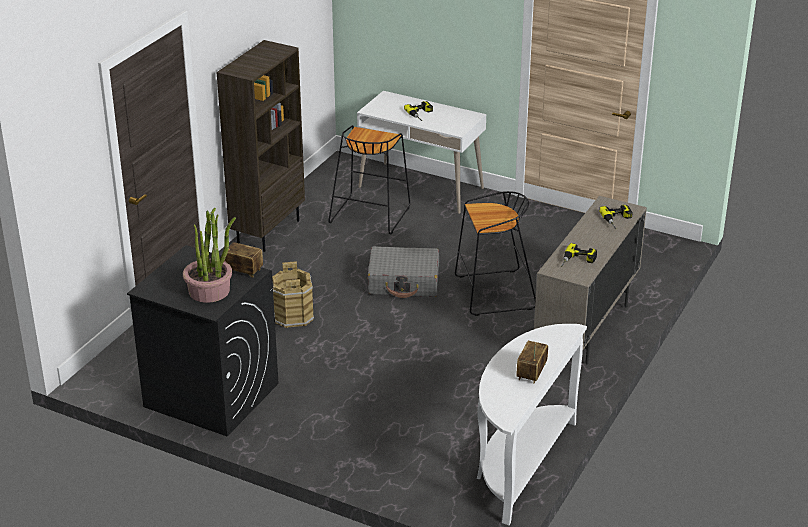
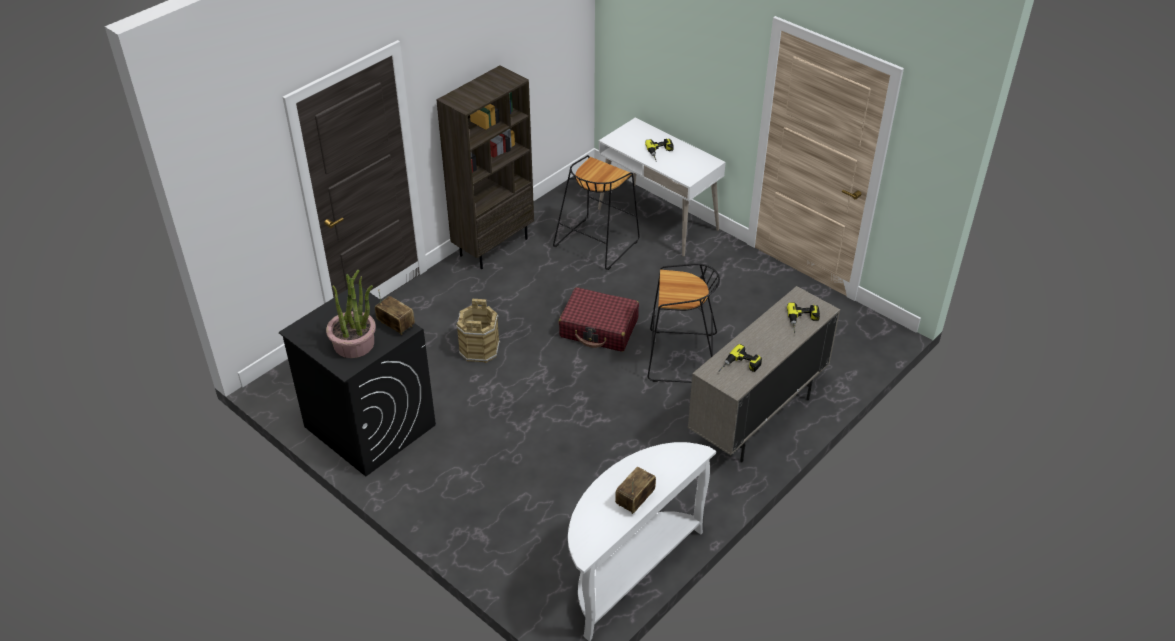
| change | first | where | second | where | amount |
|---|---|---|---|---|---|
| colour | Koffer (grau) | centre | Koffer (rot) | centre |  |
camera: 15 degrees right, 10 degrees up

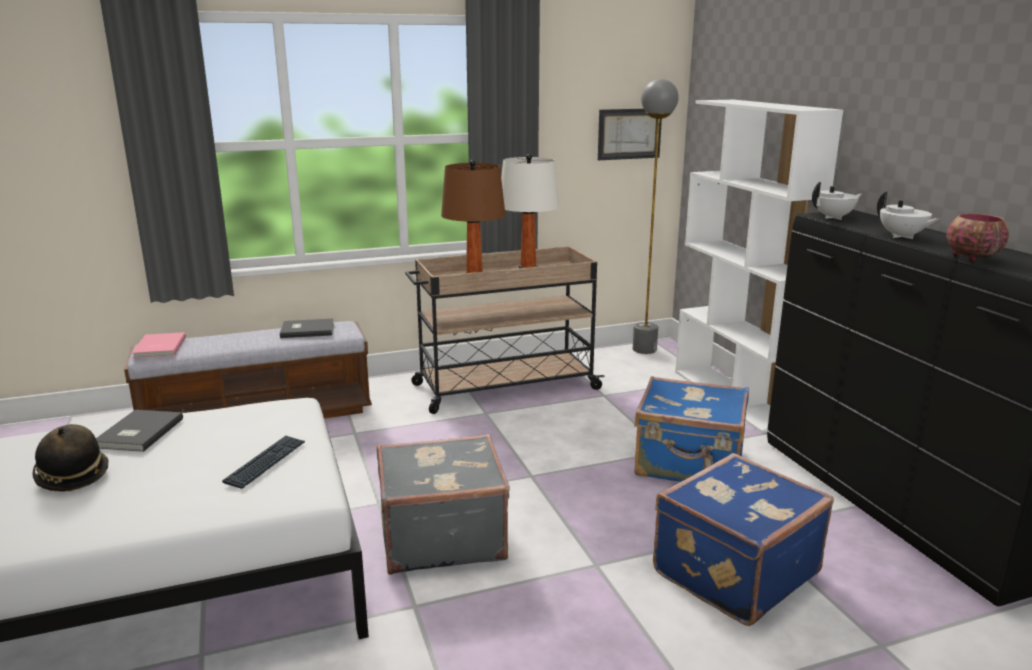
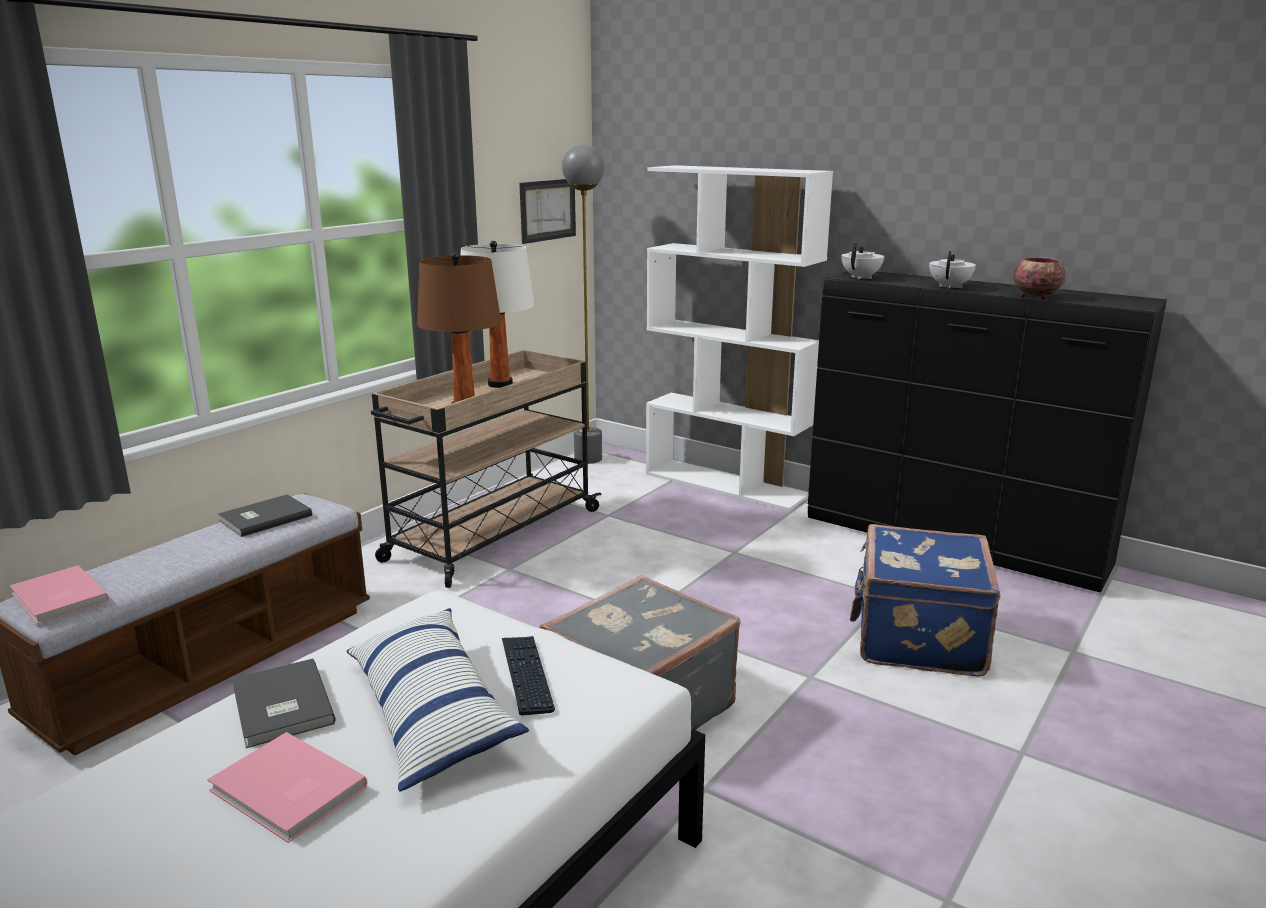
| change | first | where | second | where | amount |
|---|---|---|---|---|---|
| exchanged | Hut | bottom left | Buch (rosa) (no. 2 from left) | bottom left |  |
| appeared |  |  | Kissen | bottom centre |  |
| spun | Teekanne (weiß) (no. 2 from left) | top right |  | top right | 90 degrees counterclockwise |
| missing | Koffer (blau) (no. 1 from left) | middle right |  |  |  |
camera: 35 degrees left, 0 degrees up

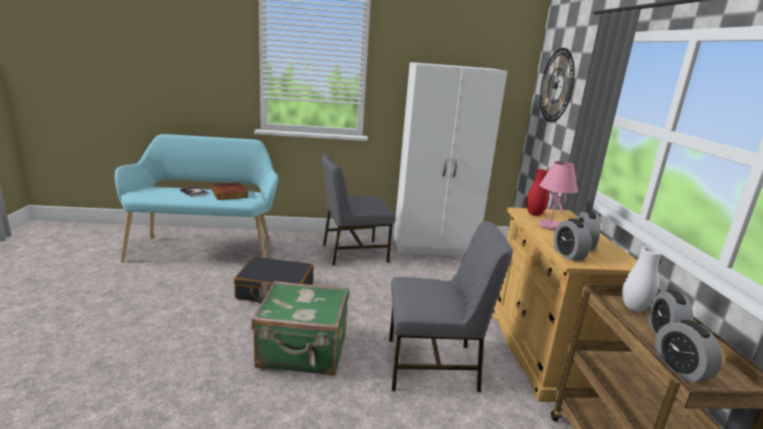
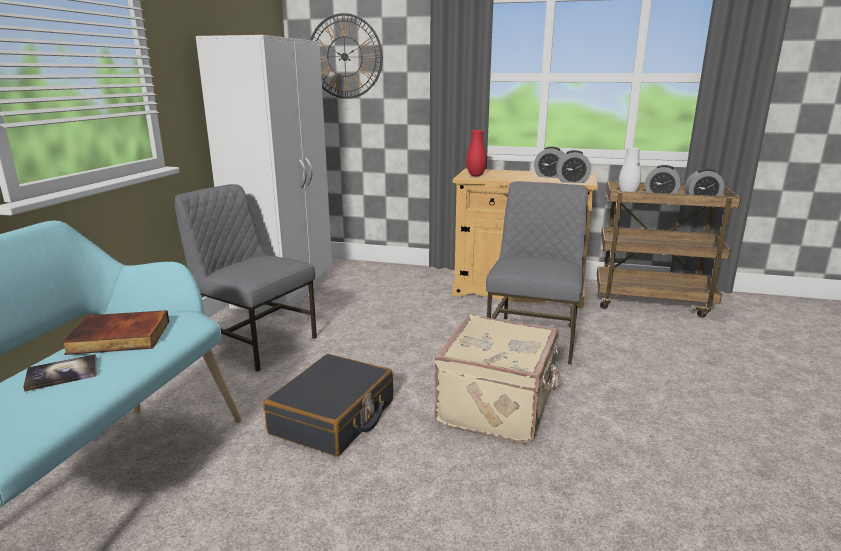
| change | first | where | second | where | amount |
|---|---|---|---|---|---|
| spun | Stuhl (grau) (no. 1 from left) | centre |  | middle left | 120 degrees clockwise |
| colour | Koffer (grün) | bottom centre | Koffer (beige) | bottom centre |  |
| missing | Tischlampe (rosa) | middle right |  |  |  |
camera: 70 degrees left, 0 degrees up

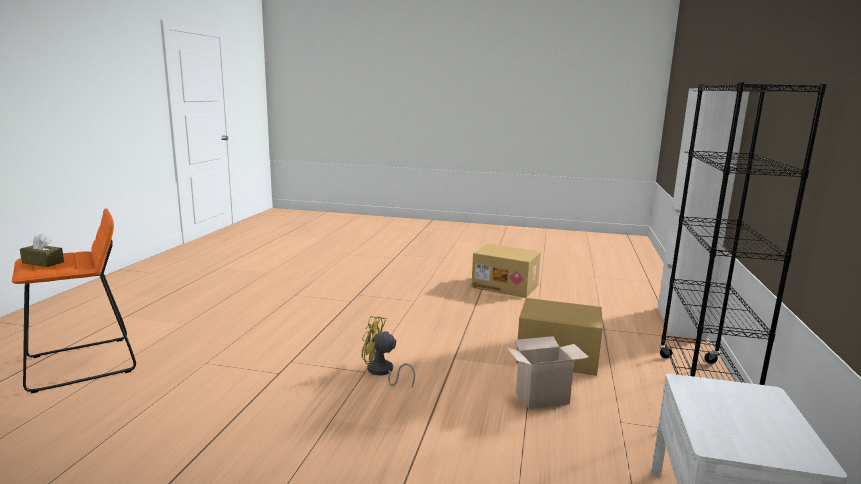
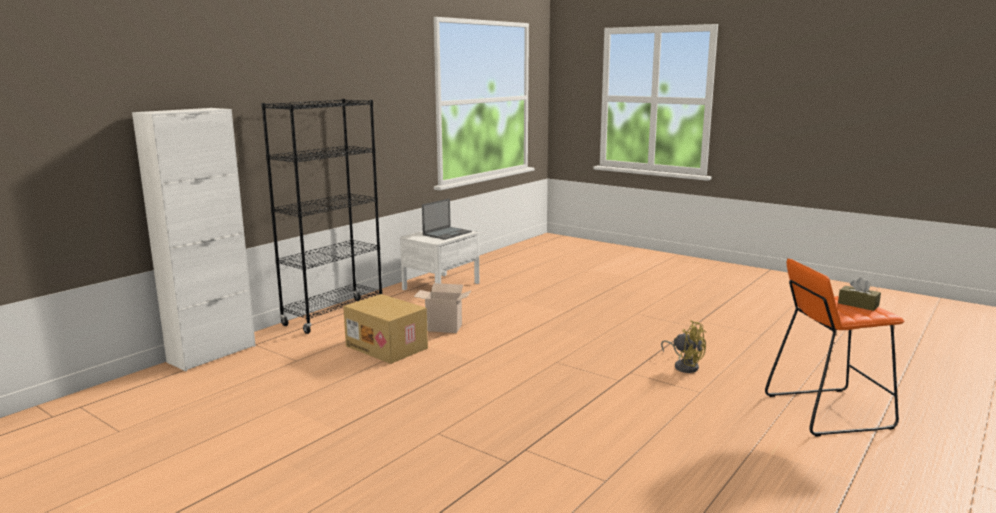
| change | first | where | second | where | amount |
|---|---|---|---|---|---|
| appeared |  |  | Laptop | centre |  |
| relocated | Ventilator (gelb) | bottom centre |  | bottom right |  |
| missing | Karton (no. 1 from left) | centre |  |  |  |
camera: 155 degrees left, 0 degrees up

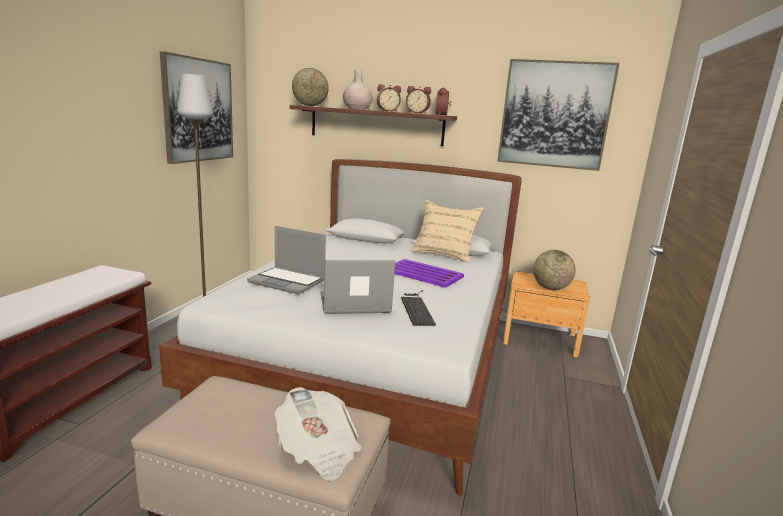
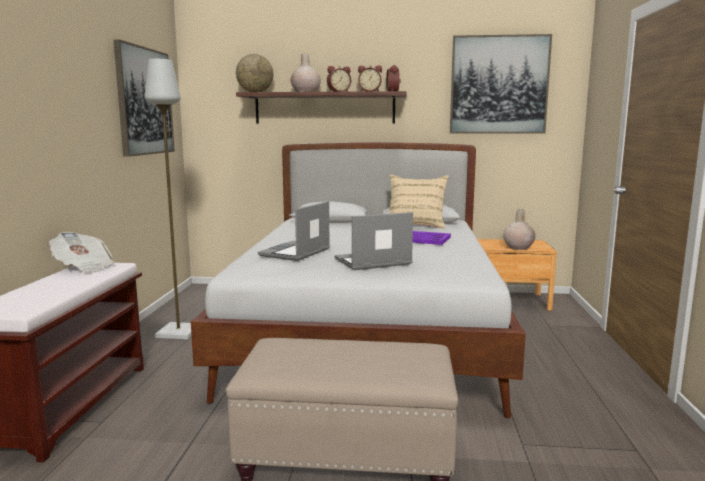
| change | first | where | second | where | amount |
|---|---|---|---|---|---|
| relocated | Zeitung | bottom centre |  | middle left |  |
| spun | Laptop (no. 1 from left) | centre |  | centre | 105 degrees clockwise |
| exchanged | Globus (no. 2 from left) | middle right | Vase (beige) (no. 2 from left) | middle right |  |
| missing | Tastatur | centre |  |  |  |
camera: 10 degrees left, 5 degrees down

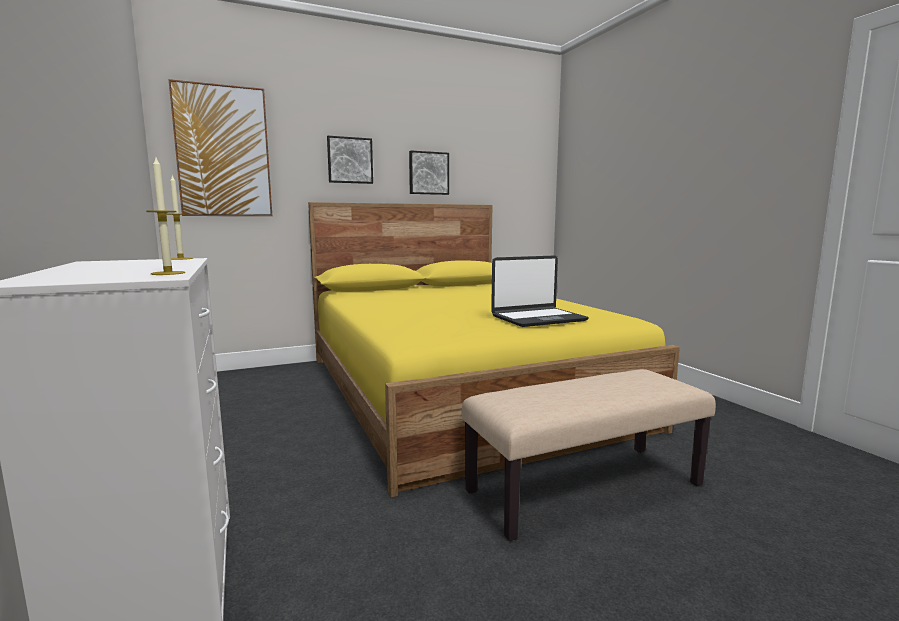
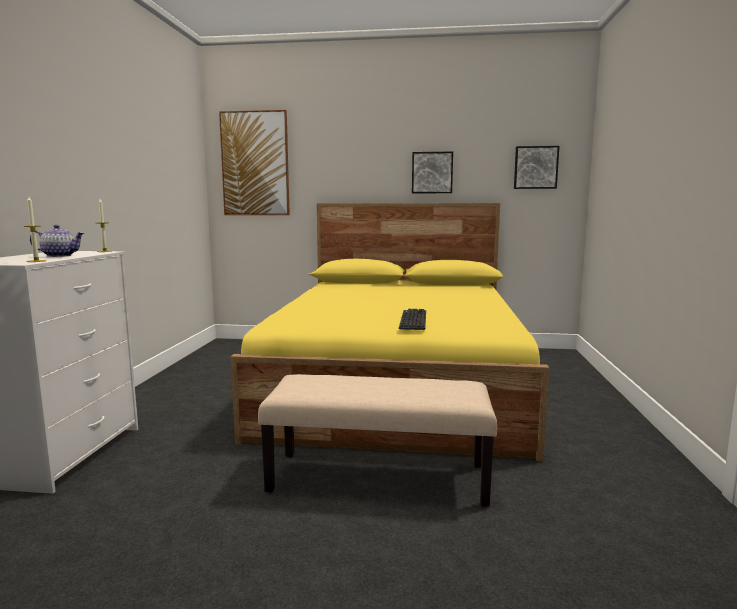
| change | first | where | second | where | amount |
|---|---|---|---|---|---|
| appeared |  |  | Teekanne | middle left |  |
| exchanged | Laptop | centre | Tastatur | centre |  |
| relocated | Bild (no. 2 from left in the first image) | top centre | Bild (no. 3 from left) | top right |  |
camera: 30 degrees right, 0 degrees up

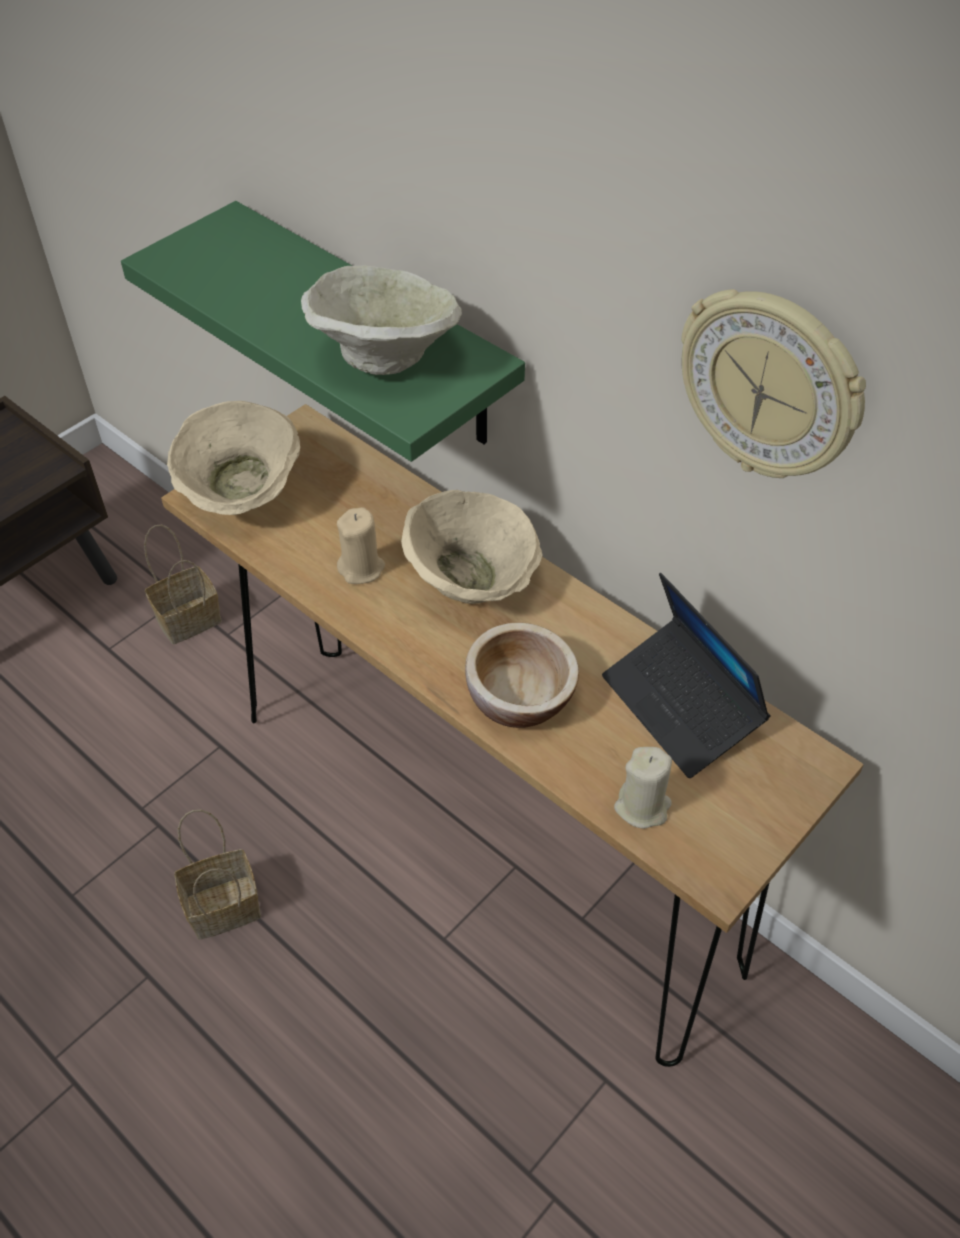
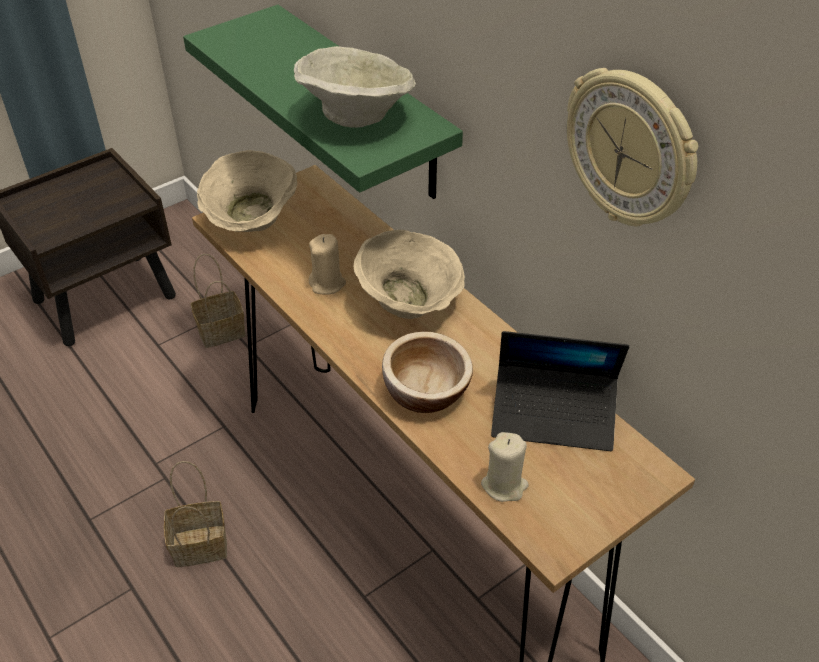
| change | first | where | second | where | amount |
|---|---|---|---|---|---|
| spun | Laptop | middle right |  | middle right | 60 degrees counterclockwise |
camera: 10 degrees right, 5 degrees down

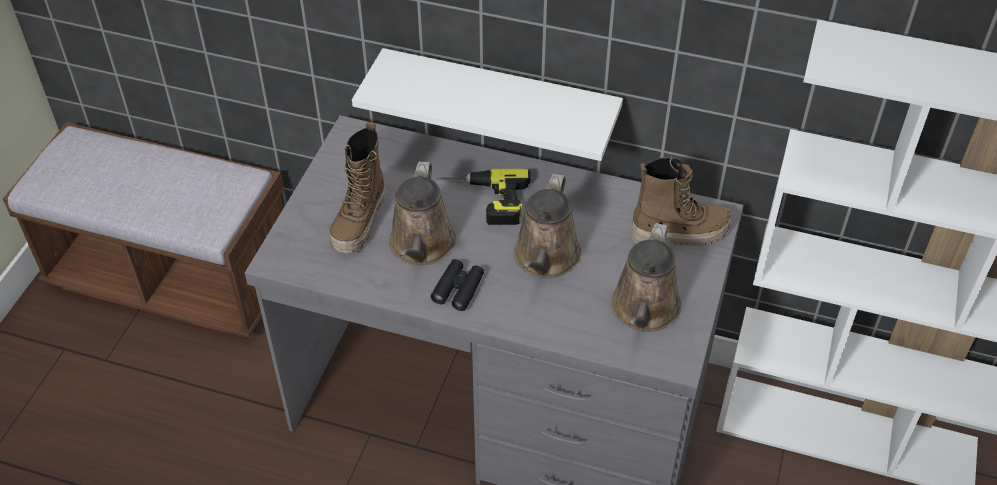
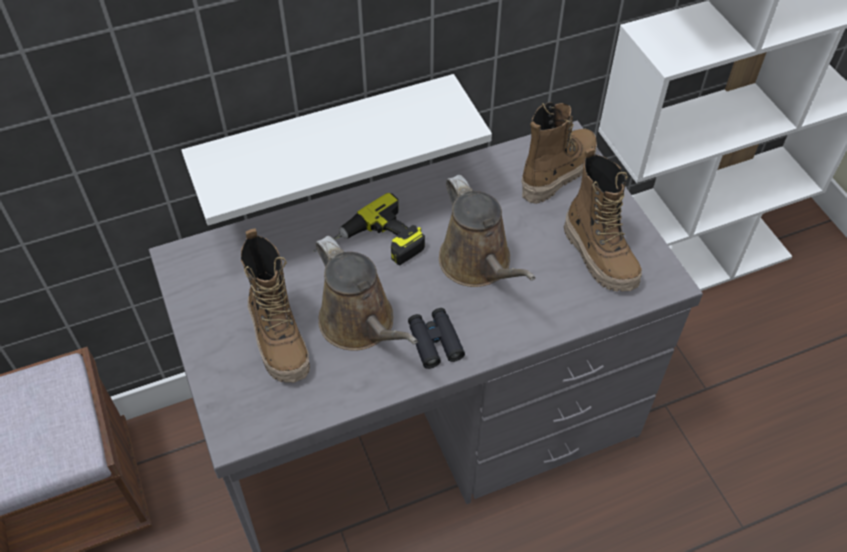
| change | first | where | second | where | amount |
|---|---|---|---|---|---|
| exchanged | Gießkanne (braun) (no. 3 from left) | centre | Stiefel (no. 3 from left) | middle right |  |
camera: 40 degrees left, 5 degrees up

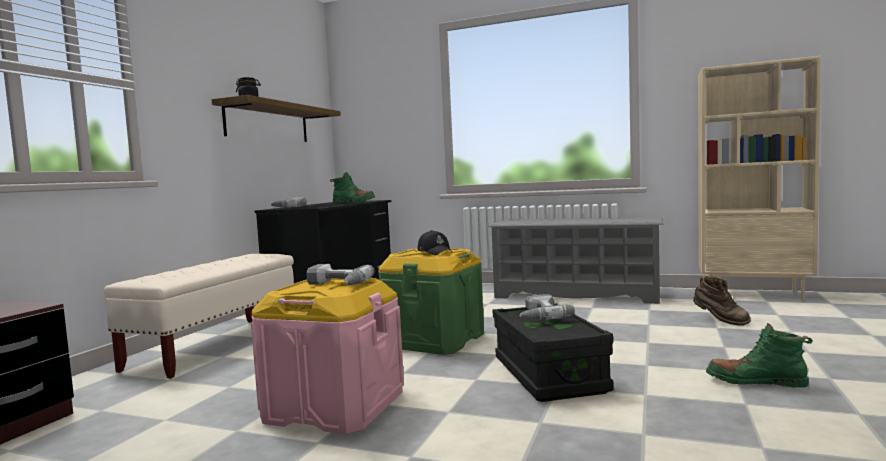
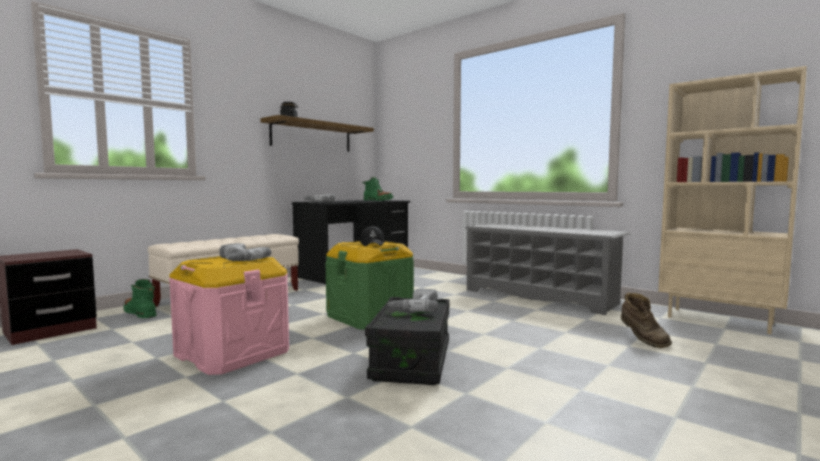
| change | first | where | second | where | amount |
|---|---|---|---|---|---|
| relocated | Stiefel (grün) (no. 2 from left in the first image) | bottom right | Stiefel (grün) (no. 1 from left) | middle left |  |
camera: 20 degrees right, 0 degrees up

